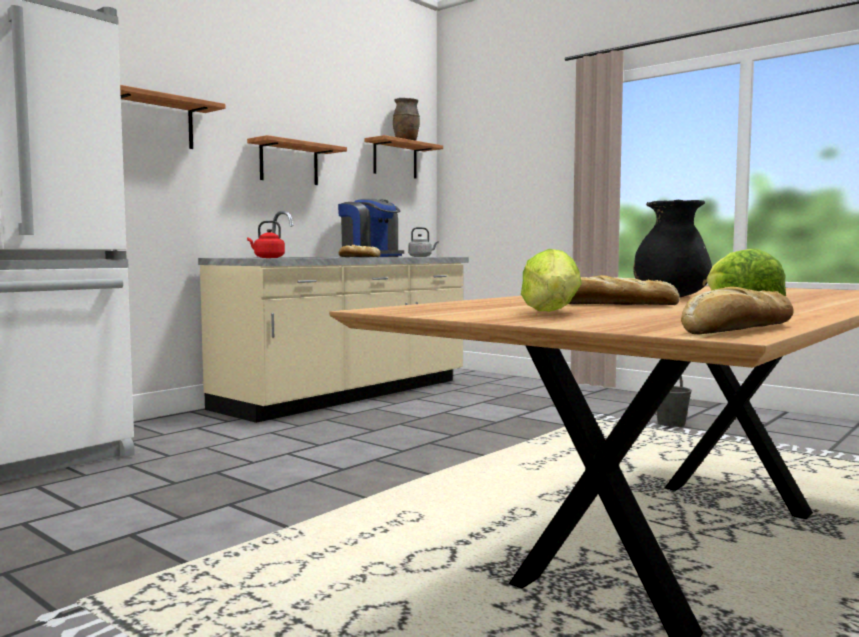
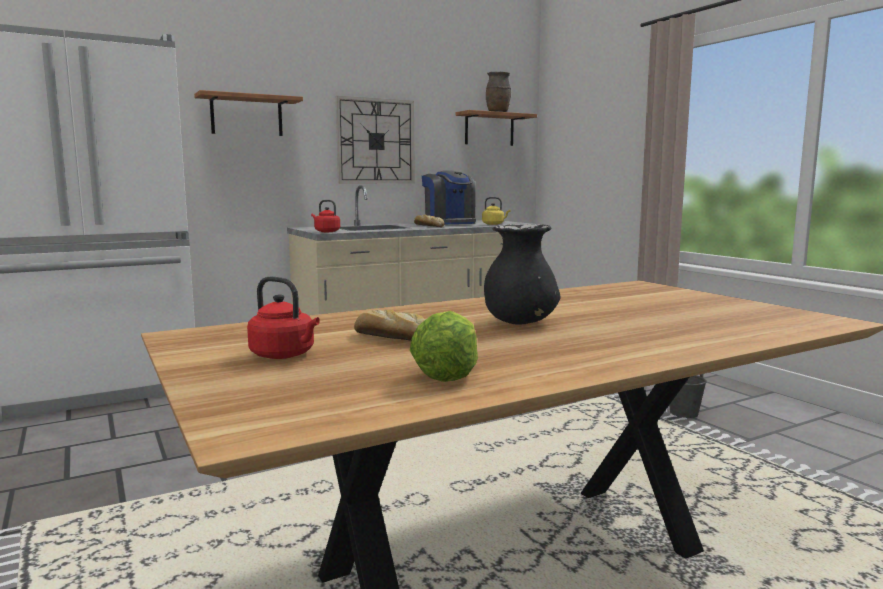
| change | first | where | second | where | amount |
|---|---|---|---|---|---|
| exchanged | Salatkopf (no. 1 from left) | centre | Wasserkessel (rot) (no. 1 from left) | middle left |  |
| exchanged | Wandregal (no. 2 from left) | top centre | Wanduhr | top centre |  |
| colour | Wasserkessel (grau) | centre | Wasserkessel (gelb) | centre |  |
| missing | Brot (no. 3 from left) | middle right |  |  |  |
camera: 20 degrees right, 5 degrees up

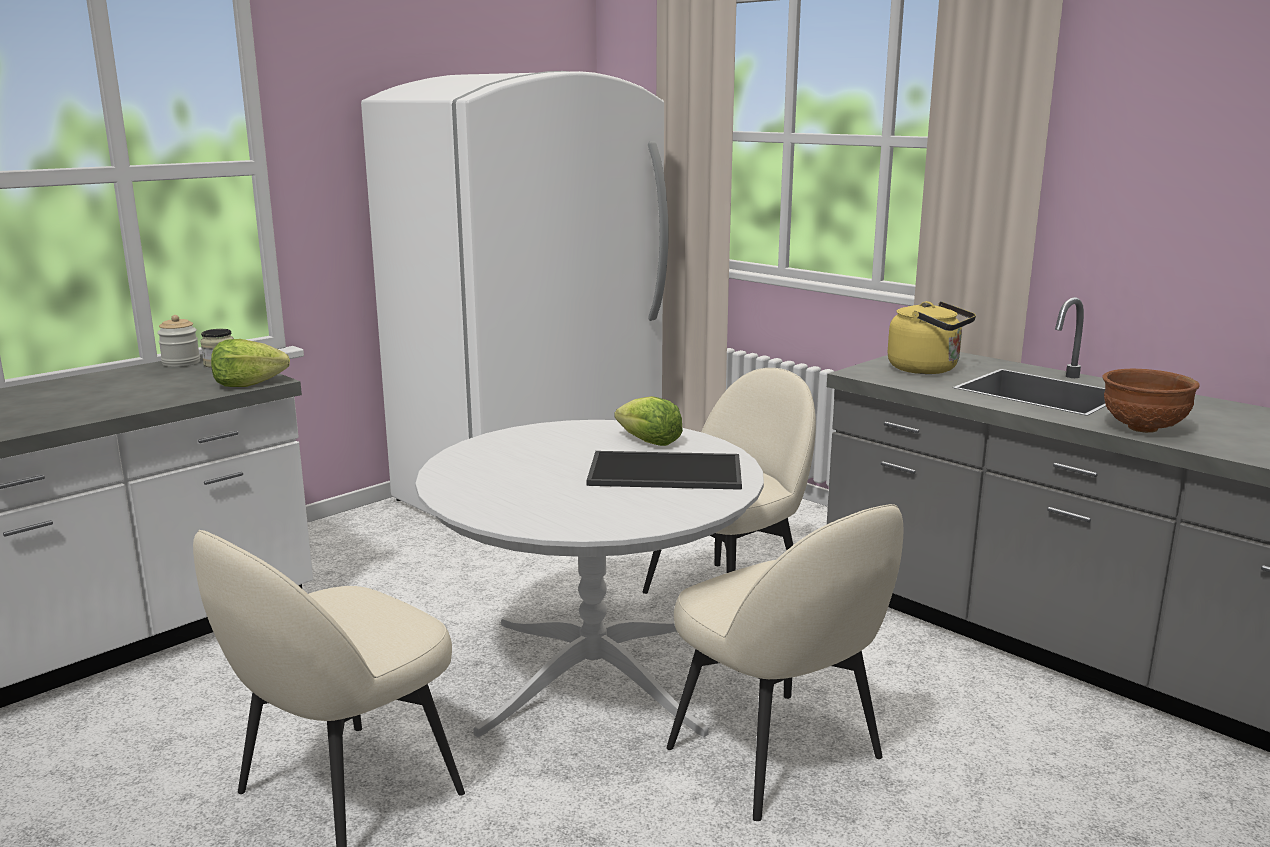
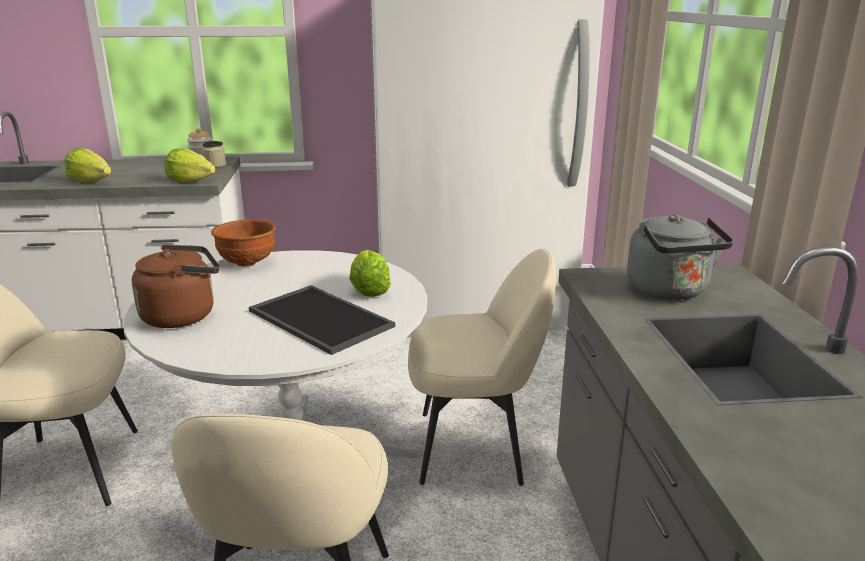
| change | first | where | second | where | amount |
|---|---|---|---|---|---|
| appeared |  |  | Salatkopf (no. 1 from left) | top left |  |
| appeared |  |  | Wasserkessel (braun) | middle left |  |
| relocated | Schüssel (braun) | middle right |  | middle left |  |
| colour | Wasserkessel (gelb) | middle right | Wasserkessel (grau) | middle right |  |
camera: 40 degrees right, 5 degrees up

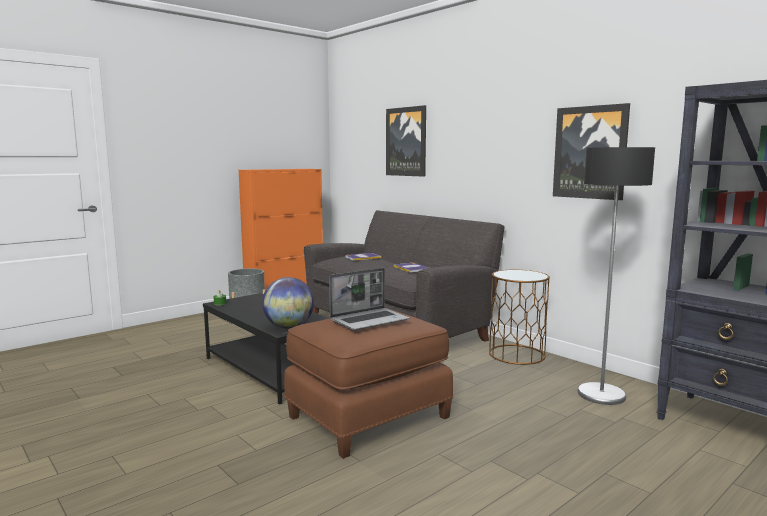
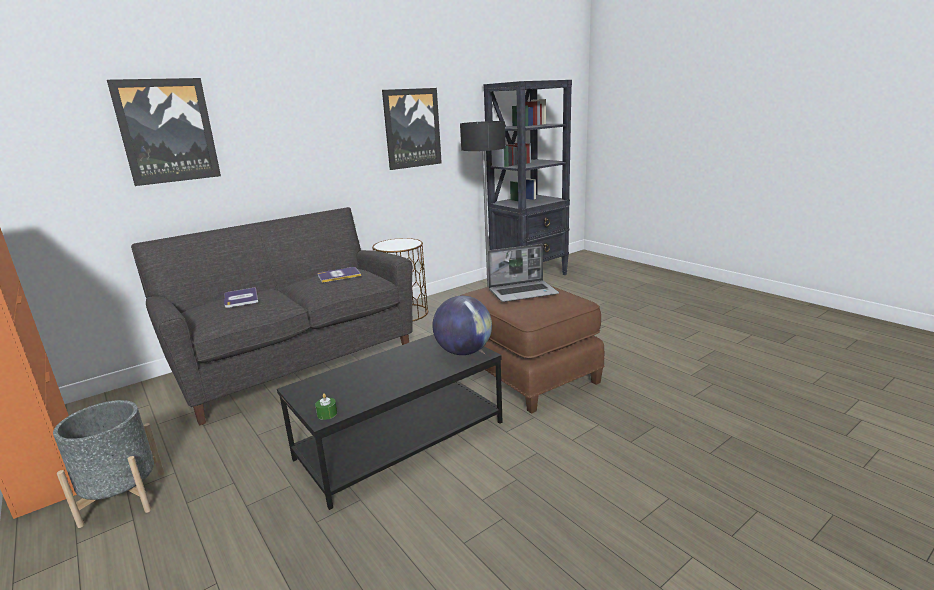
| change | first | where | second | where | amount |
|---|---|---|---|---|---|
| spun | Laptop | centre |  | centre | 105 degrees clockwise |
camera: 85 degrees left, 10 degrees up

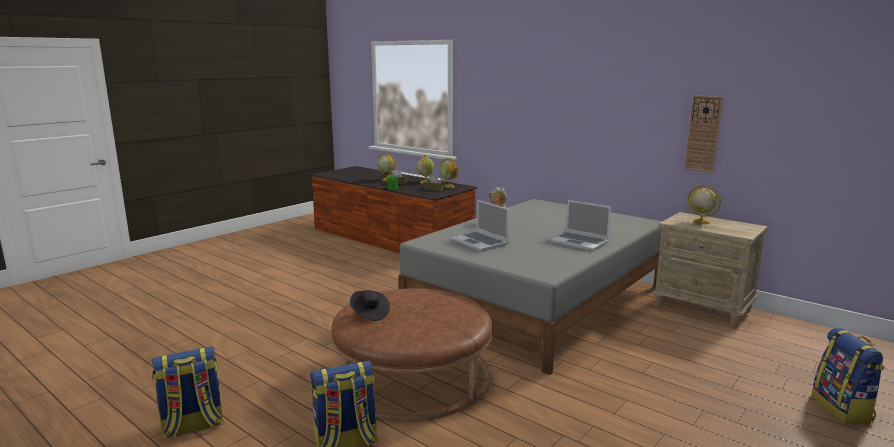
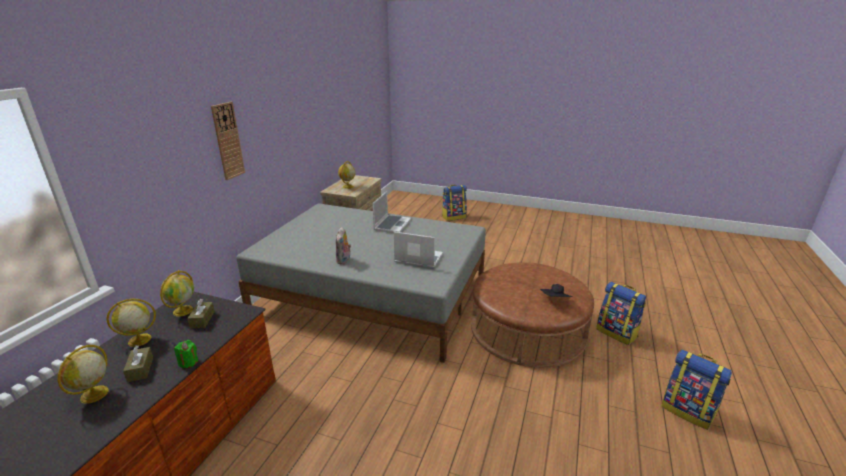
| change | first | where | second | where | amount |
|---|---|---|---|---|---|
| relocated | Wanduhr | top right |  | top left |  |
| spun | Laptop (no. 1 from left in the first image) | centre | Laptop (no. 2 from left) | centre | 105 degrees counterclockwise |
camera: 110 degrees left, 10 degrees up

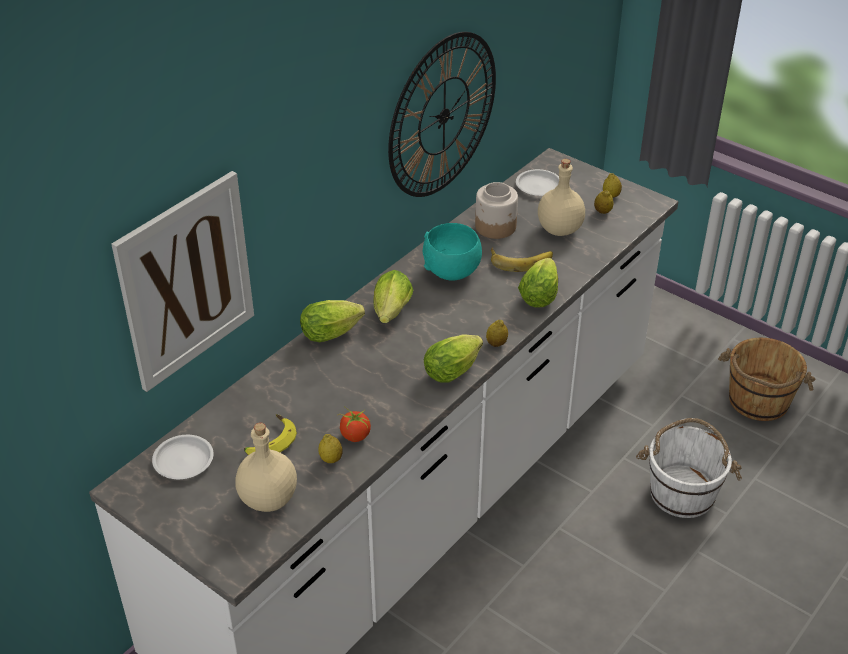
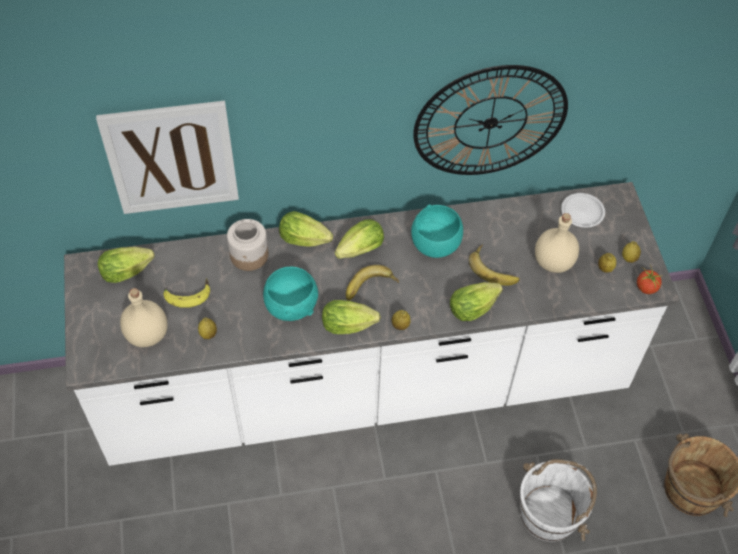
| change | first | where | second | where | amount |
|---|---|---|---|---|---|
| exchanged | Teller (weiß) (no. 1 from left) | bottom left | Salatkopf (no. 1 from left) | middle left |  |
| relocated | Vorratsglas | top centre |  | centre |  |
| appeared |  |  | Schüssel (türkis) (no. 1 from left) | centre |  |
| appeared |  |  | Banane (no. 2 from left) | centre |  |
| relocated | Tomate | centre |  | middle right |  |
camera: 40 degrees right, 15 degrees up

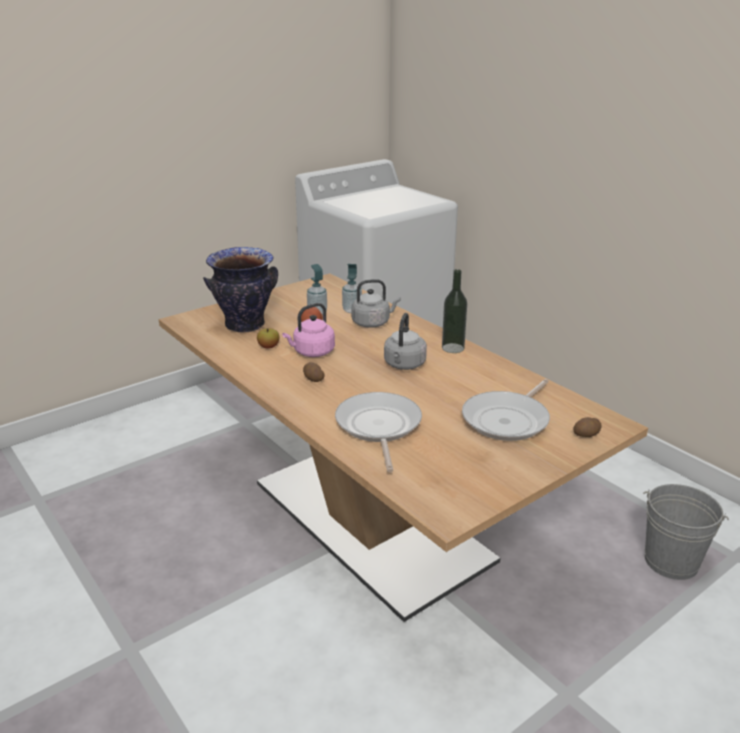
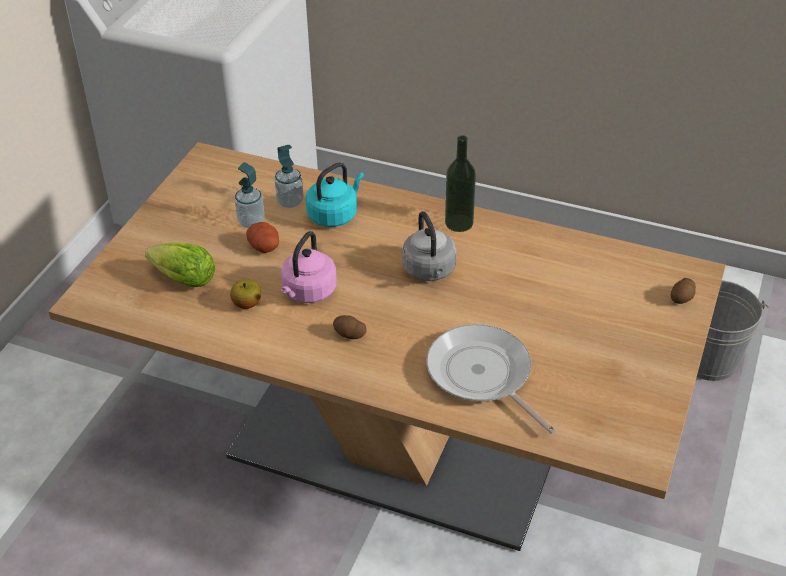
| change | first | where | second | where | amount |
|---|---|---|---|---|---|
| exchanged | Vase | middle left | Salatkopf | middle left |  |
| colour | Wasserkessel (grau) (no. 1 from left) | centre | Wasserkessel (türkis) | centre |  |
| missing | Pfanne (no. 2 from left) | middle right |  |  |  |
camera: 30 degrees left, 15 degrees up

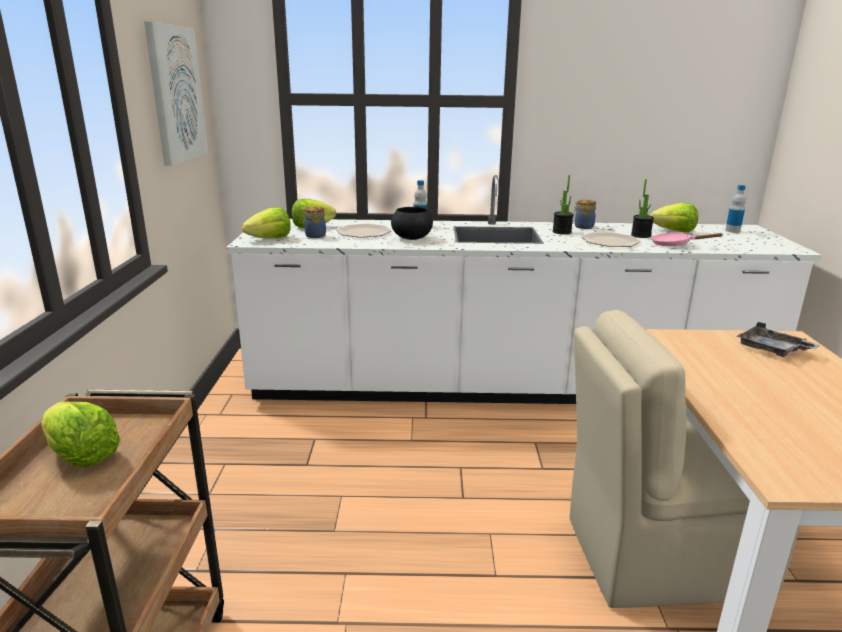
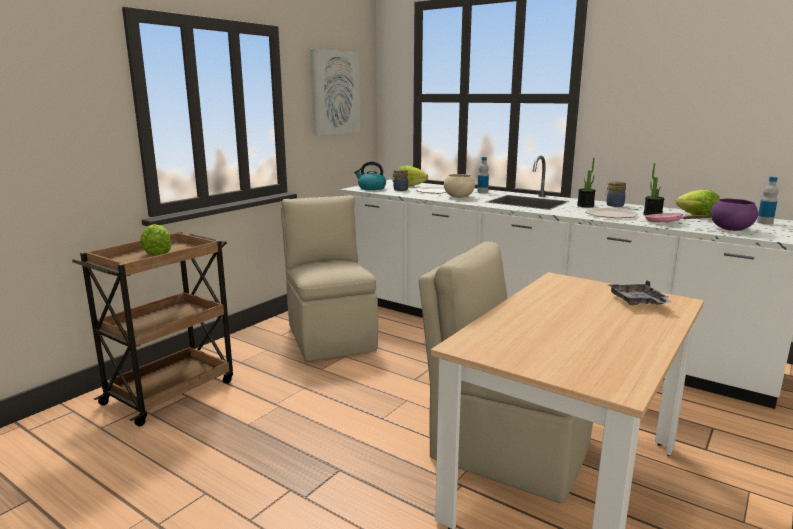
| change | first | where | second | where | amount |
|---|---|---|---|---|---|
| appeared |  |  | Stuhl (beige) (no. 1 from left) | centre |  |
| exchanged | Salatkopf (no. 2 from left) | middle left | Wasserkessel | top centre |  |
| colour | Schüssel (schwarz) | centre | Schüssel (beige) | centre |  |
| appeared |  |  | Schüssel (lila) | middle right |  |
camera: 35 degrees right, 5 degrees down

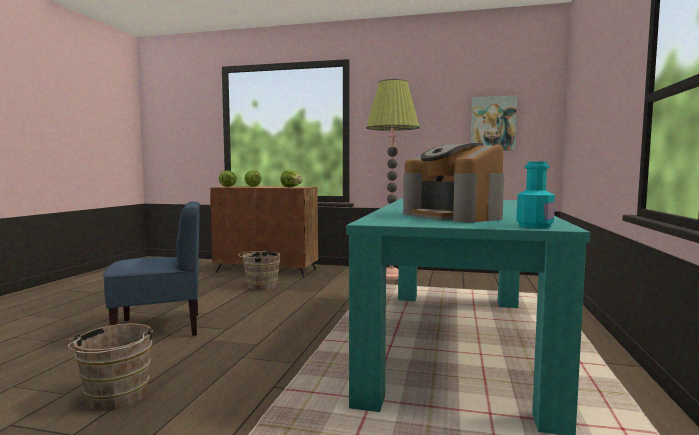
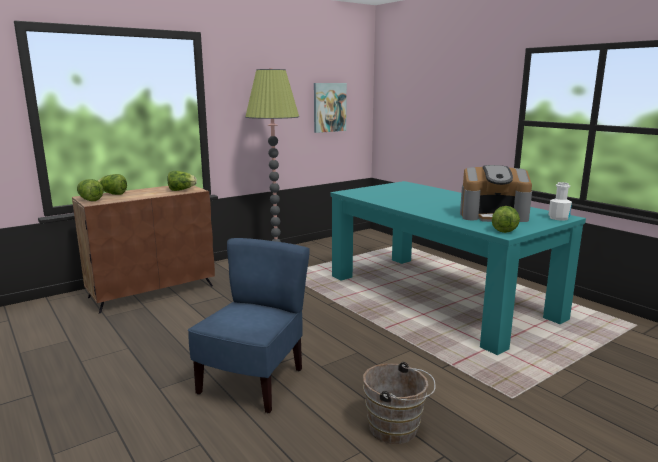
| change | first | where | second | where | amount |
|---|---|---|---|---|---|
| appeared |  |  | Salatkopf (no. 4 from left) | middle right |  |
| colour | Flasche (türkis) | middle right | Flasche (weiß) | middle right |  |
| missing | Eimer (braun) (no. 2 from left) | centre |  |  |  |
camera: 50 degrees left, 10 degrees up

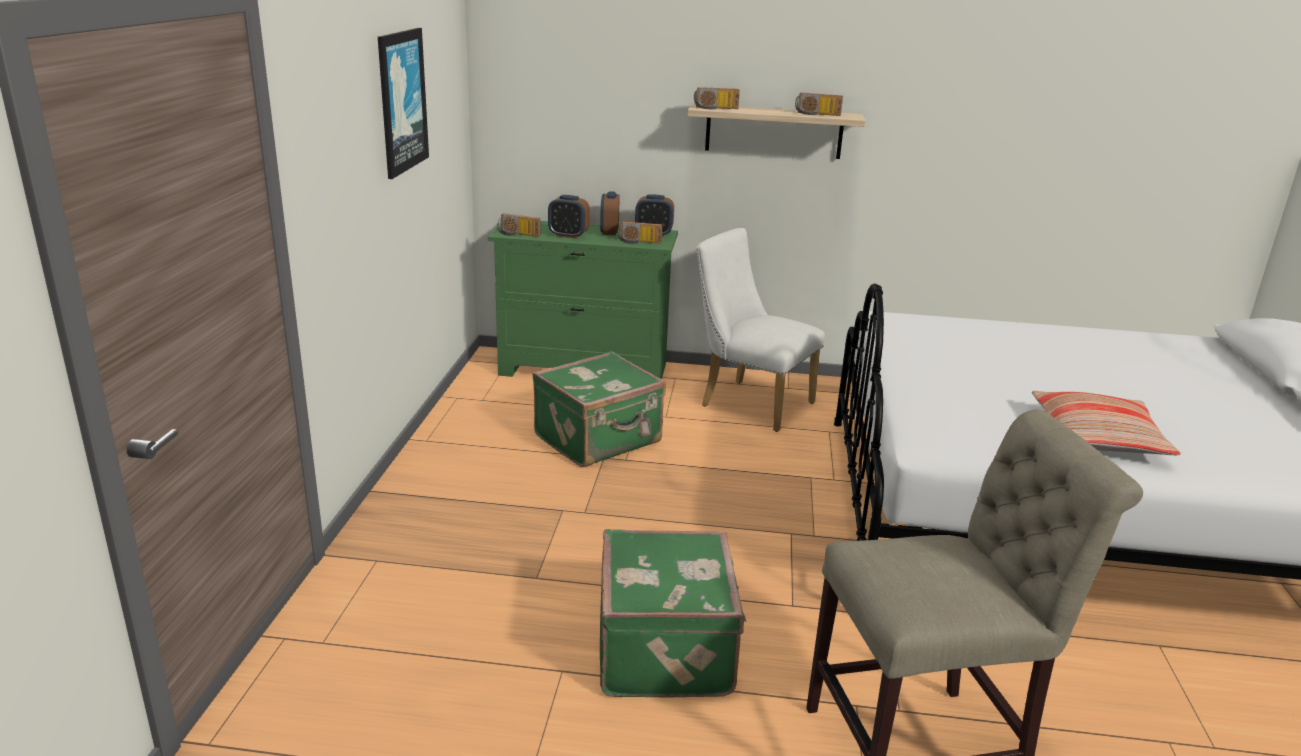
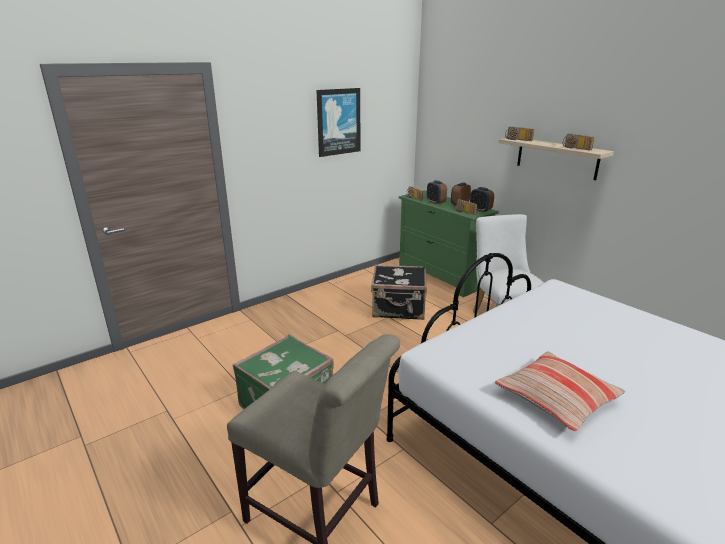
| change | first | where | second | where | amount |
|---|---|---|---|---|---|
| colour | Koffer (grün) (no. 1 from left) | centre | Koffer (schwarz) | centre |  |
camera: 45 degrees right, 0 degrees up

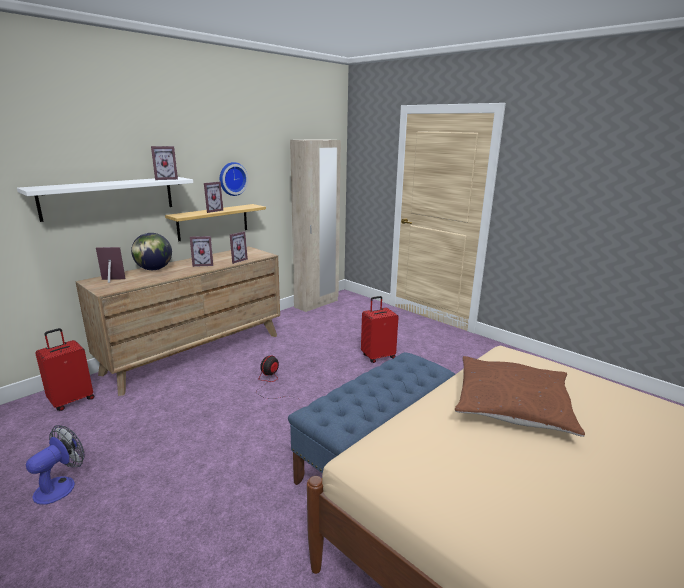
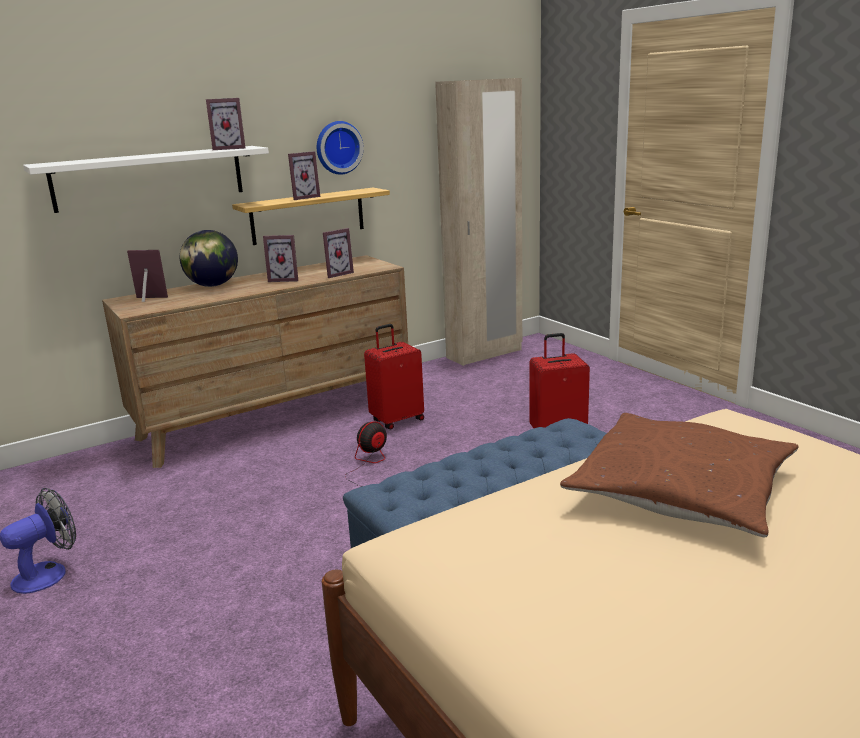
| change | first | where | second | where | amount |
|---|---|---|---|---|---|
| relocated | Koffer (rot) (no. 1 from left) | middle left |  | centre |  |
camera: 15 degrees right, 0 degrees up

